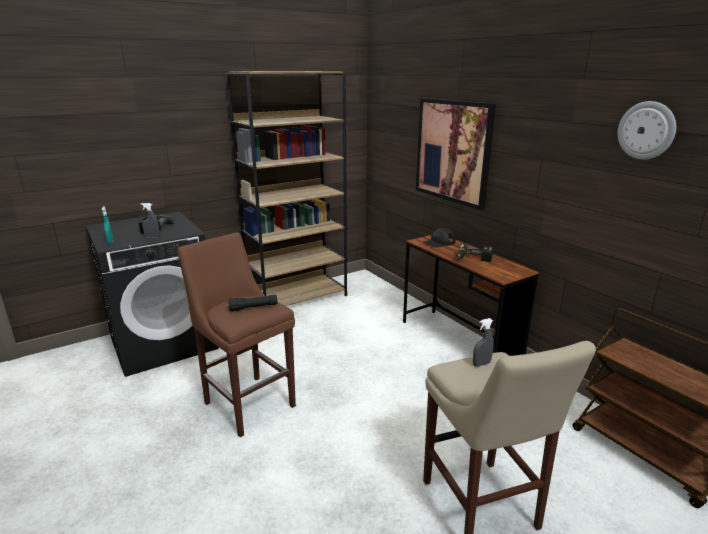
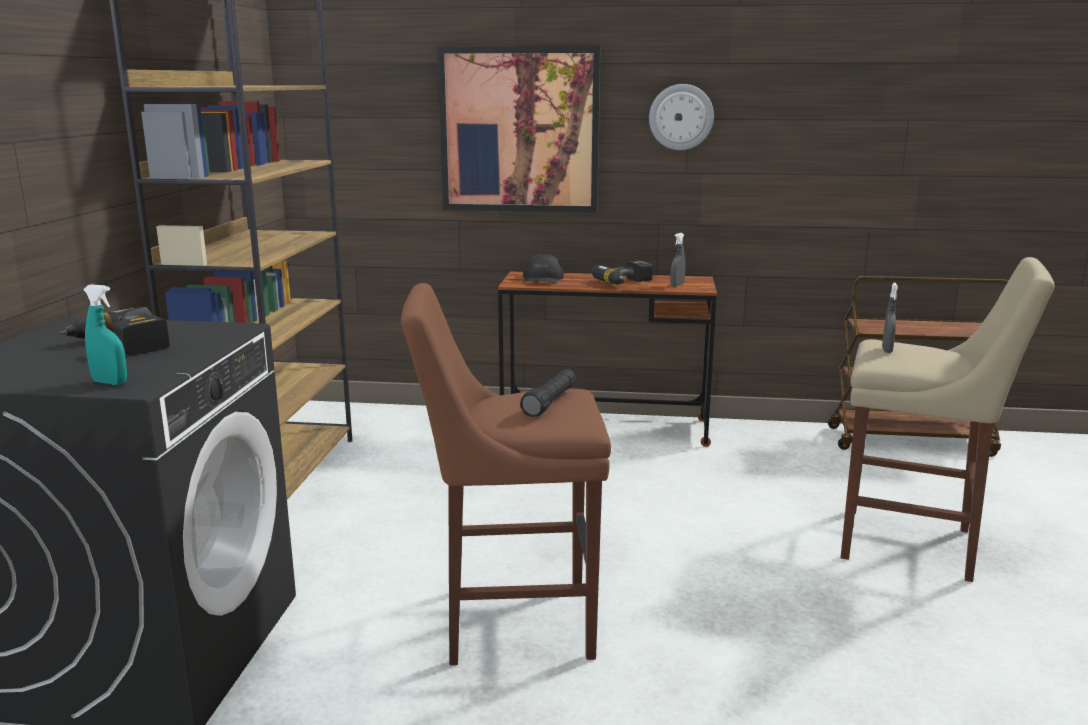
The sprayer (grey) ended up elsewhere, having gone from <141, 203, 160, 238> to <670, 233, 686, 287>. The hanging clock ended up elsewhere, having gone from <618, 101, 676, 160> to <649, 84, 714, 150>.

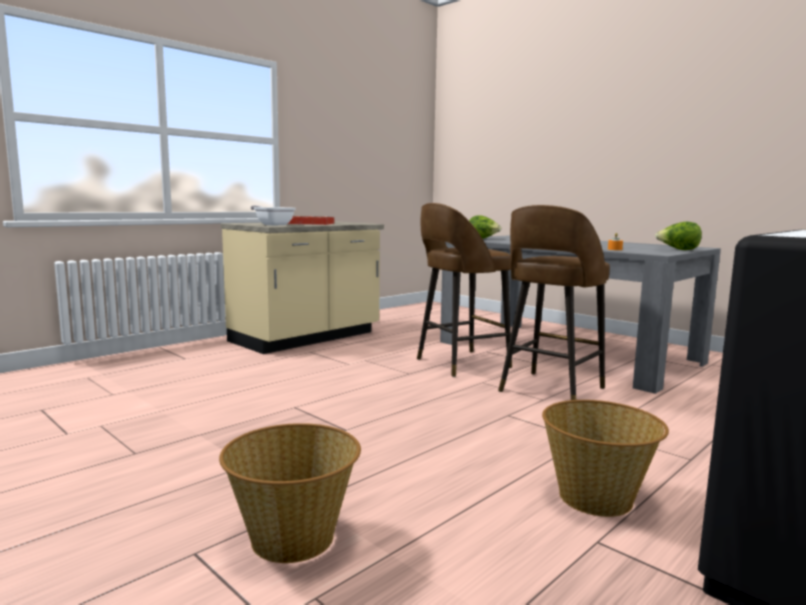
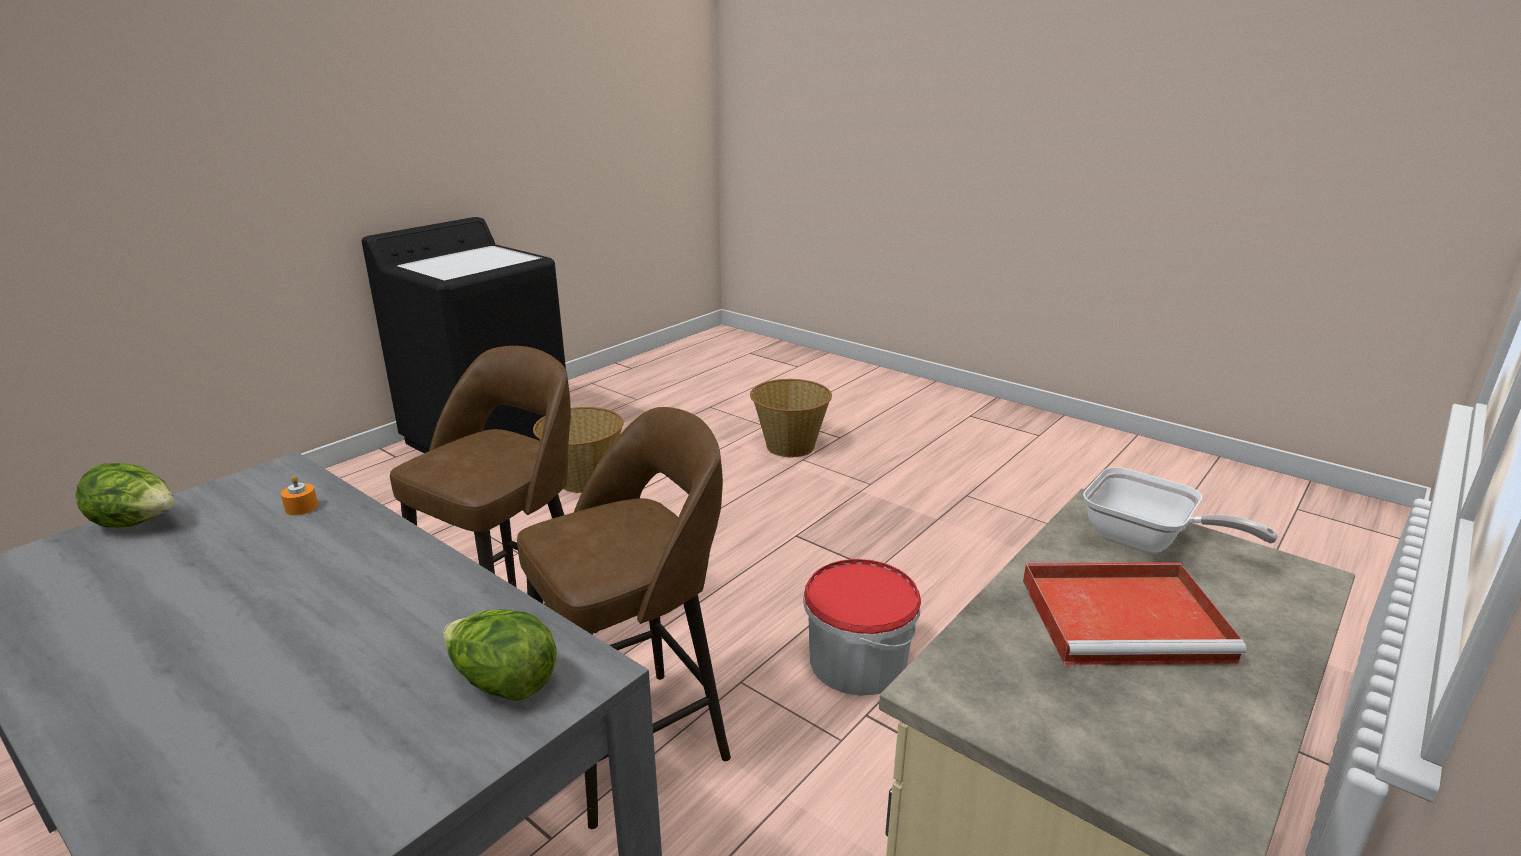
The second view gained the pail at <803, 559, 921, 696>.

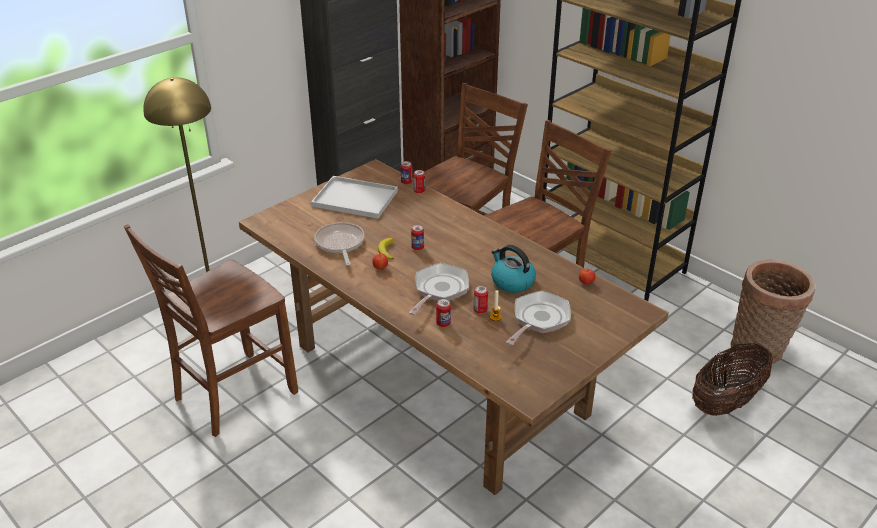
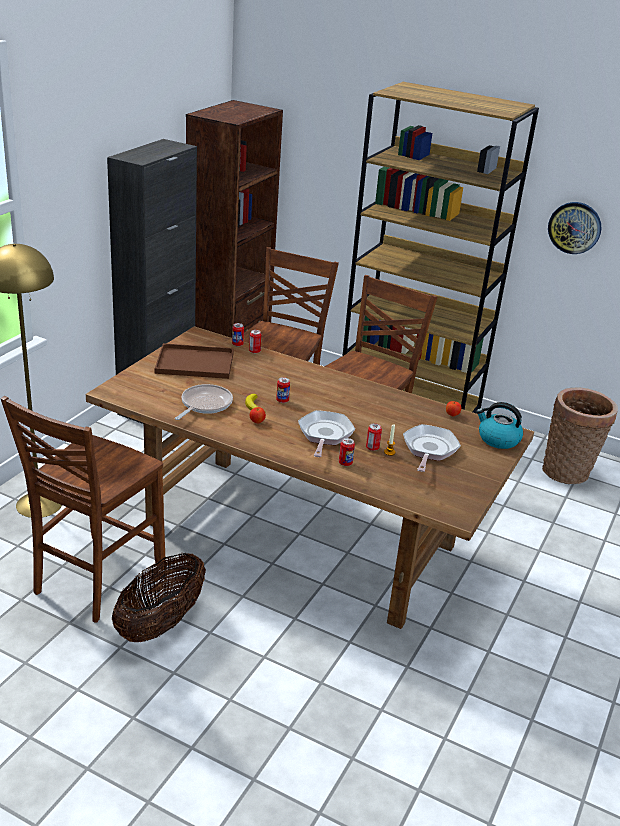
The second view gained the hanging clock at <548, 202, 602, 254>. The tea kettle ended up elsewhere, having gone from <491, 245, 536, 293> to <476, 402, 523, 449>. The household basket ended up elsewhere, having gone from <692, 343, 773, 416> to <112, 552, 206, 642>. What was the tray (whitish) at <311, 176, 398, 219> turned into the tray (brown) at <155, 343, 234, 379>. The frying pan at <314, 222, 365, 266> ended up facing another way, 60 degrees clockwise from before.

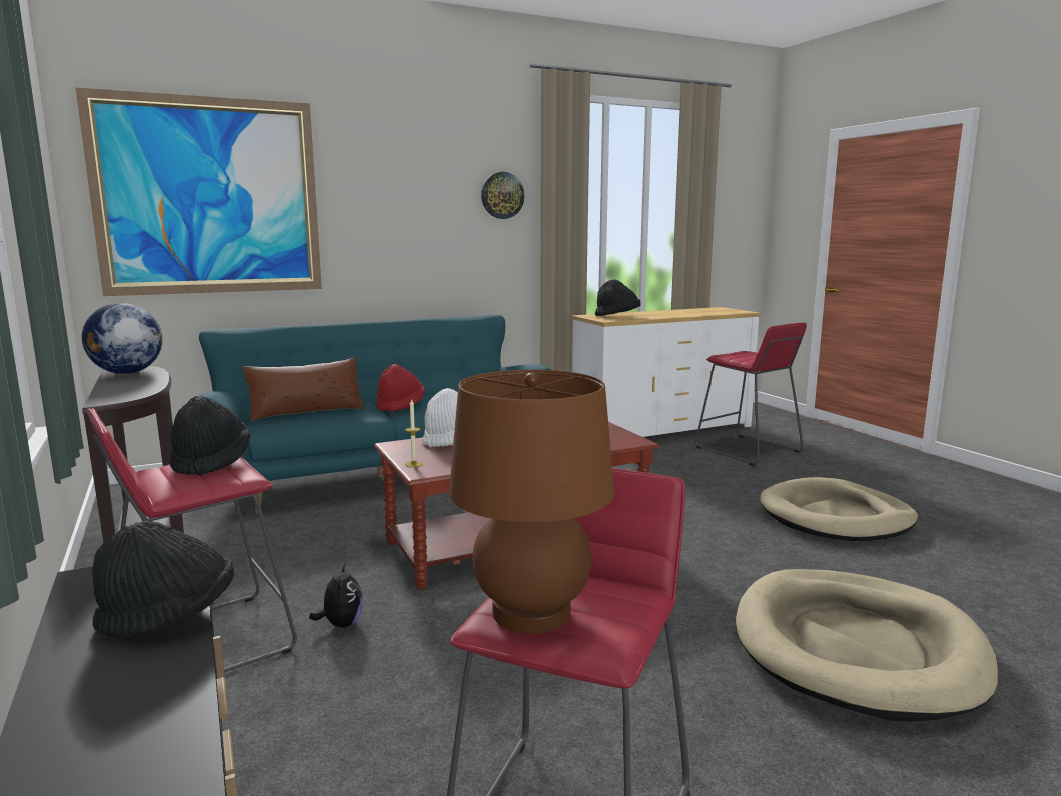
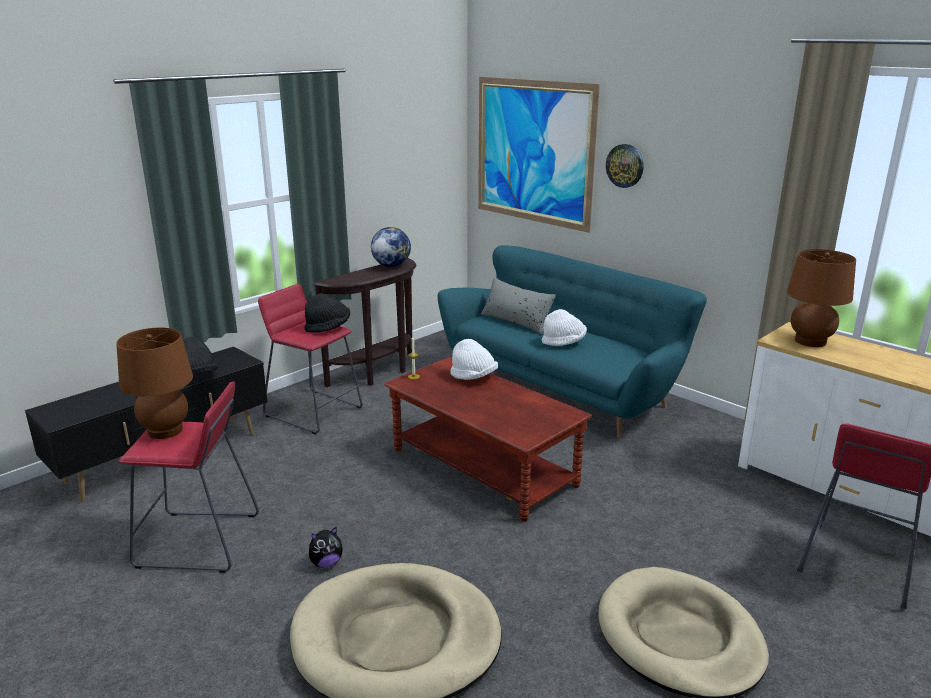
The soft toy ended up elsewhere, having gone from <309, 564, 363, 628> to <309, 526, 343, 568>. The hanging clock ended up elsewhere, having gone from <481, 172, 524, 219> to <606, 144, 643, 188>. Where the hat (black-coloured) stood at <595, 280, 641, 316>, the table lamp (brown) came to stand at <787, 249, 856, 347>. What was the pillow (brown) at <242, 358, 365, 421> turned into the pillow (grey) at <481, 277, 556, 335>. What was the hat (red-coloured) at <376, 364, 425, 412> turned into the hat (whitish) at <542, 309, 587, 346>.

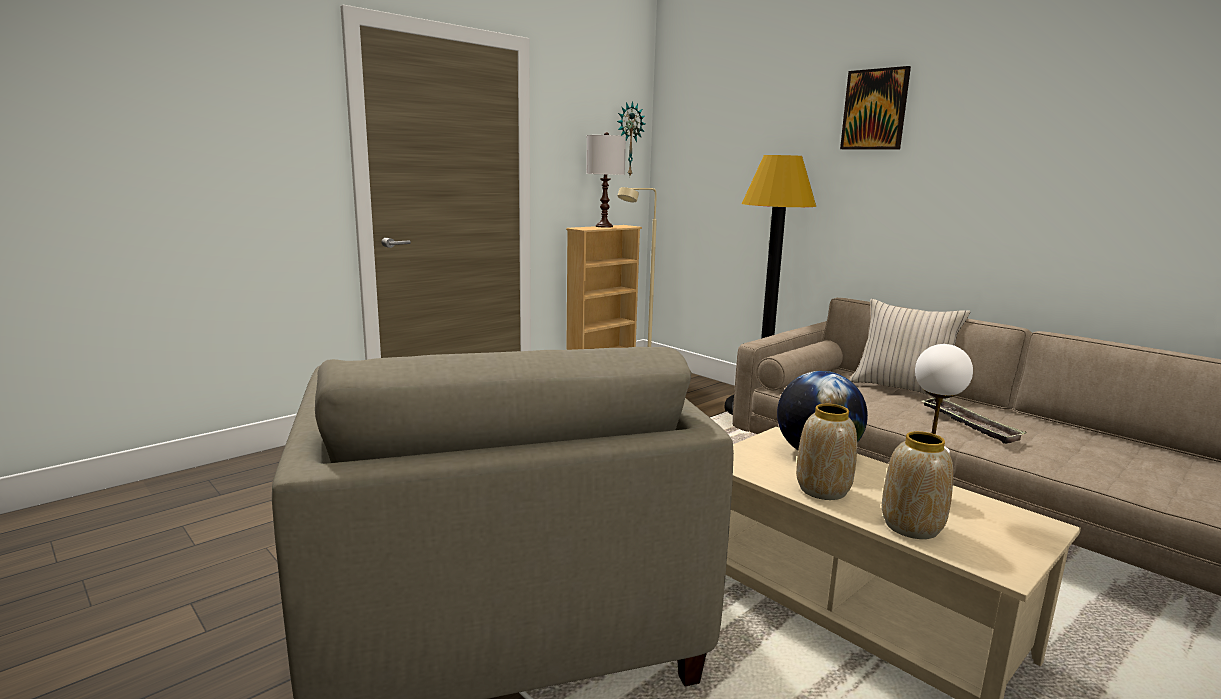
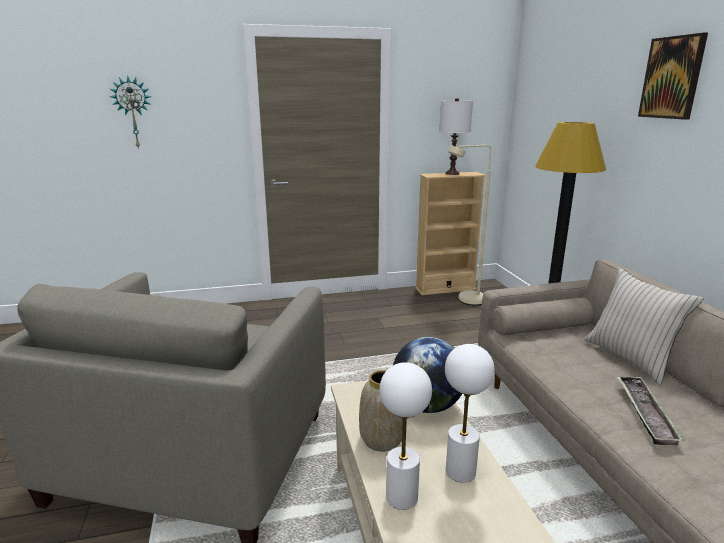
The hanging clock ended up elsewhere, having gone from <617, 101, 645, 175> to <110, 76, 151, 149>. Where the flower vase stood at <882, 431, 953, 539>, the table lamp (whitish) came to stand at <380, 362, 432, 510>.

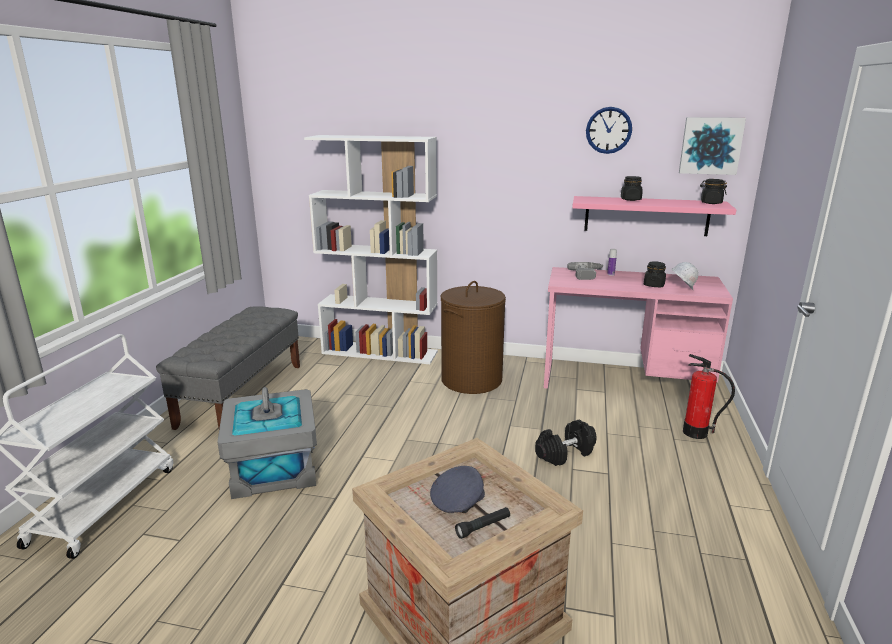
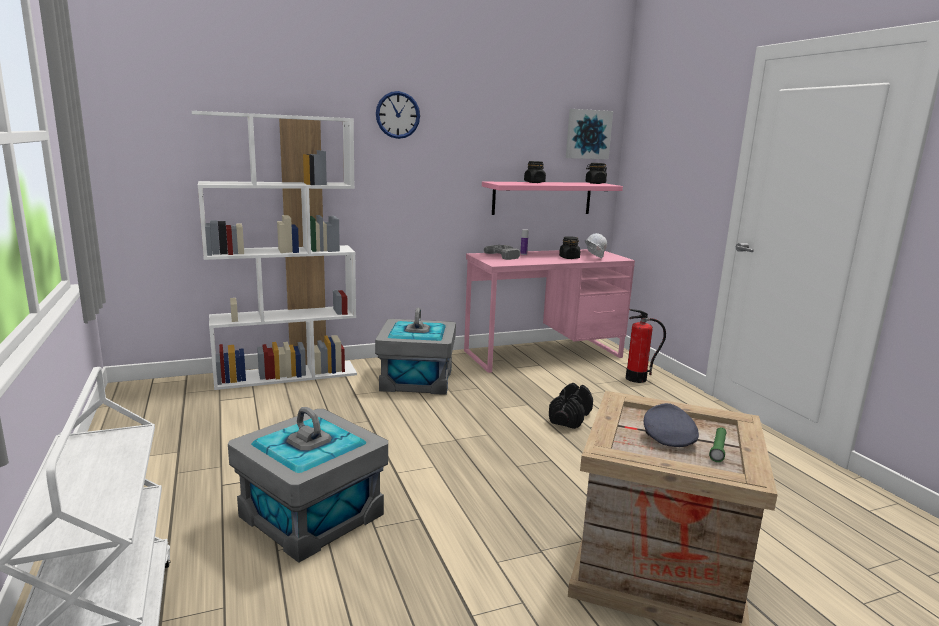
The second view lost the bench (grey) at <156, 306, 300, 430>. The hanging clock ended up elsewhere, having gone from <586, 107, 632, 154> to <376, 91, 420, 139>. Where the laundry basket (brown) stood at <441, 281, 506, 394>, the storage bin (grey) came to stand at <375, 308, 456, 395>. What was the flashlight (black-coloured) at <455, 507, 510, 539> turned into the flashlight (green) at <709, 427, 726, 462>.

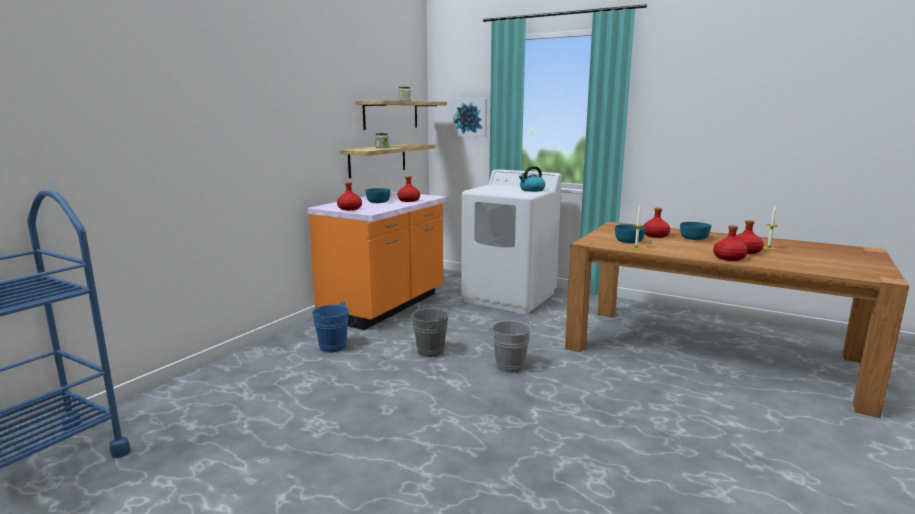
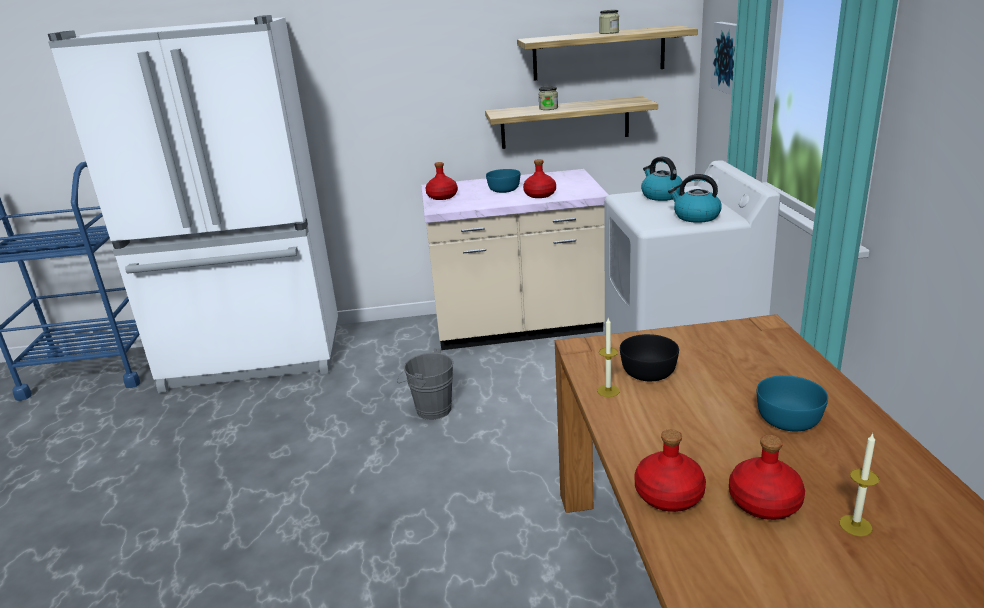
The second view lost the pail (blue-coloured) at <312, 301, 356, 353>. The second view lost the pail (grey) at <489, 320, 532, 373>. The second view lost the bottle (red-coloured) at <643, 208, 670, 238>. The second view gained the kitchen fridge (whitish) at <48, 15, 338, 393>. The second view gained the tea kettle at <641, 156, 683, 201>. What was the kitchen counter (orangey) at <307, 192, 447, 330> turned into the kitchen counter (beige) at <421, 169, 609, 350>. What was the serving bowl (turquoise-coloured) at <615, 224, 646, 243> turned into the serving bowl (black-coloured) at <620, 334, 679, 381>.

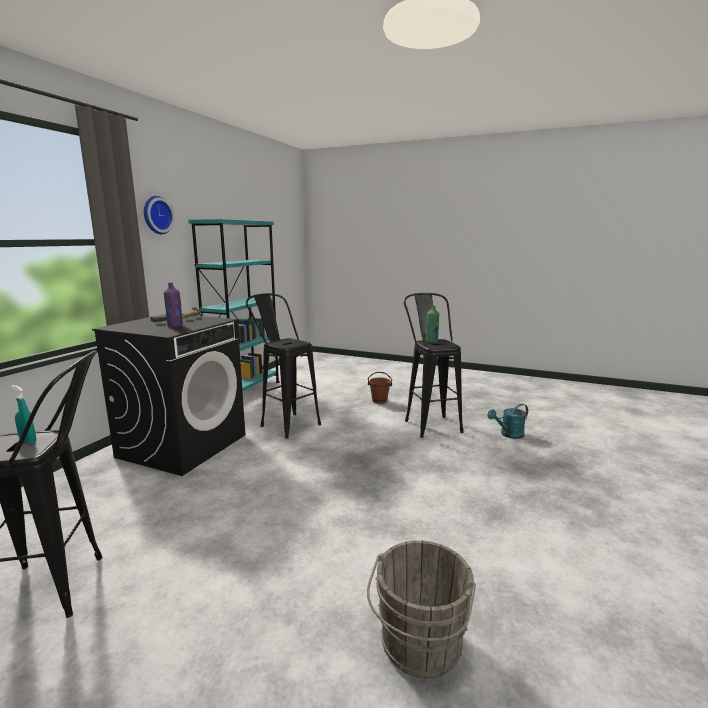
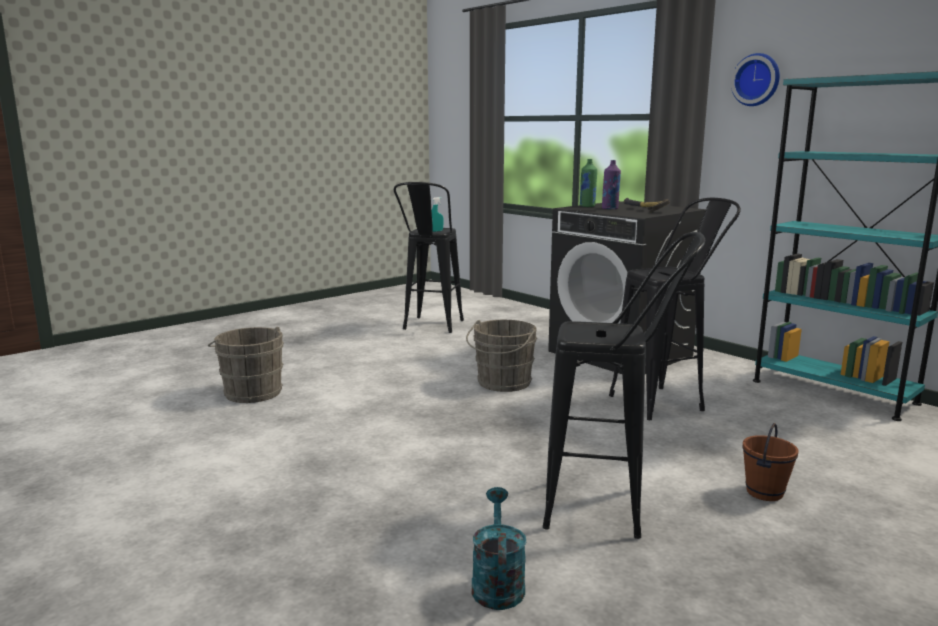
The second view gained the pail (grey) at <466, 320, 537, 392>. The bottle (green) ended up elsewhere, having gone from <425, 305, 439, 343> to <579, 159, 597, 207>.

